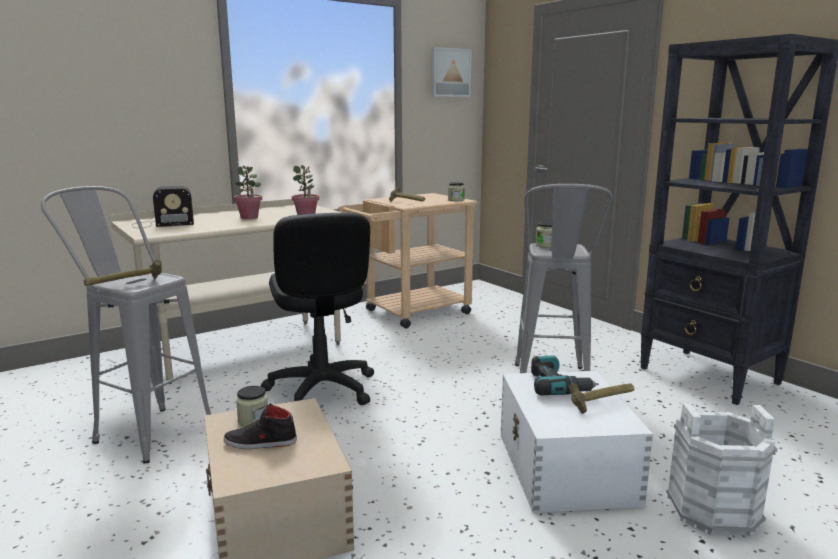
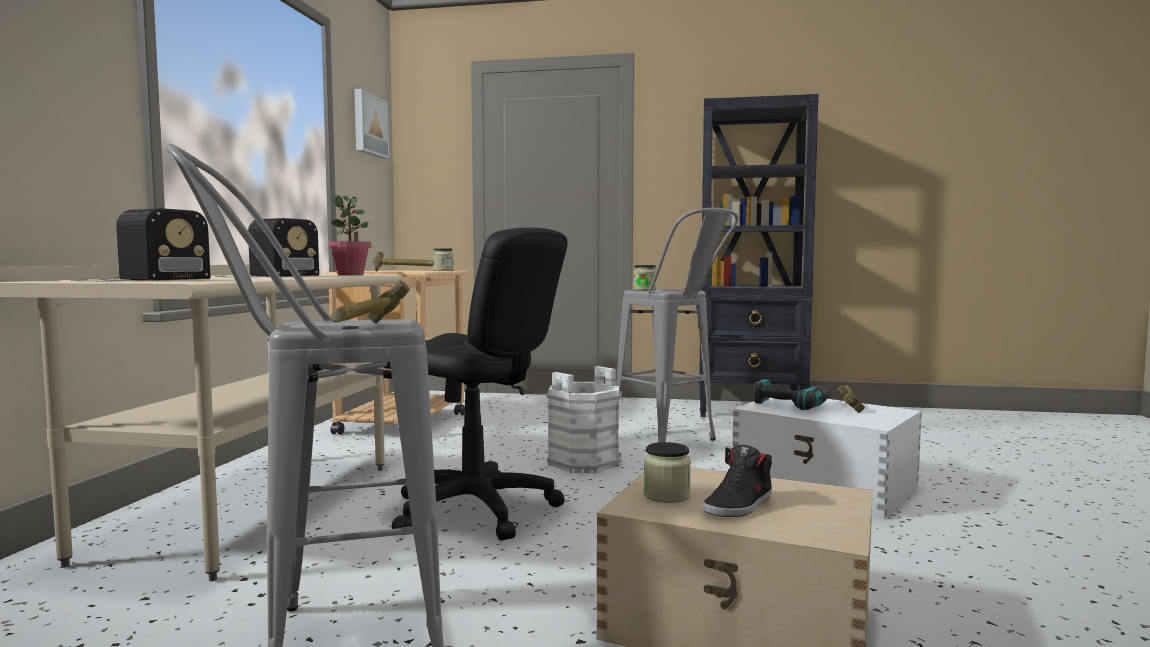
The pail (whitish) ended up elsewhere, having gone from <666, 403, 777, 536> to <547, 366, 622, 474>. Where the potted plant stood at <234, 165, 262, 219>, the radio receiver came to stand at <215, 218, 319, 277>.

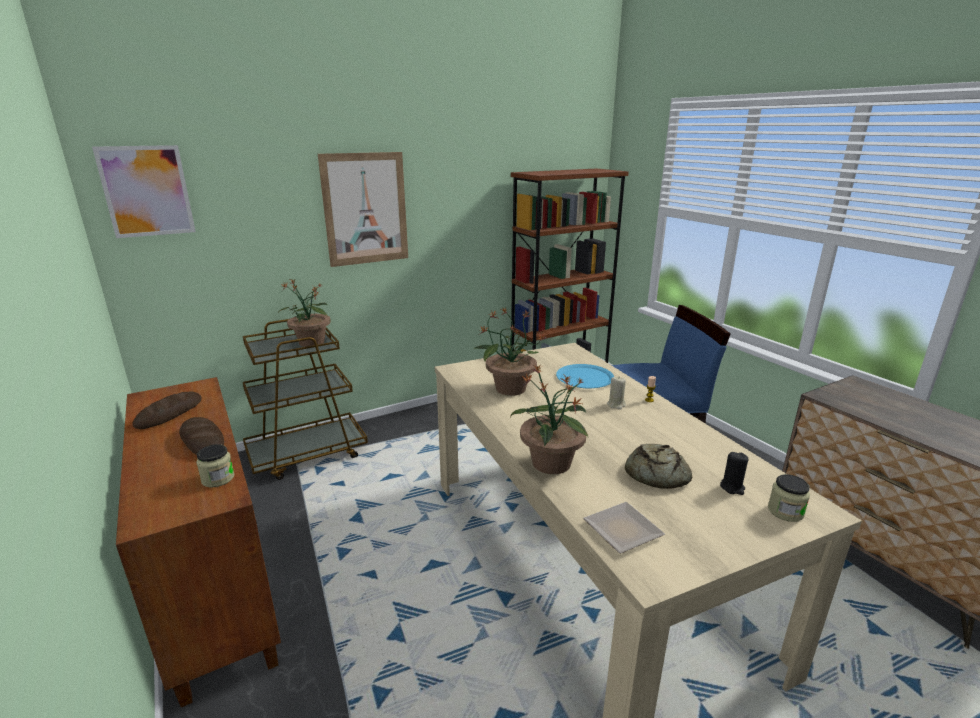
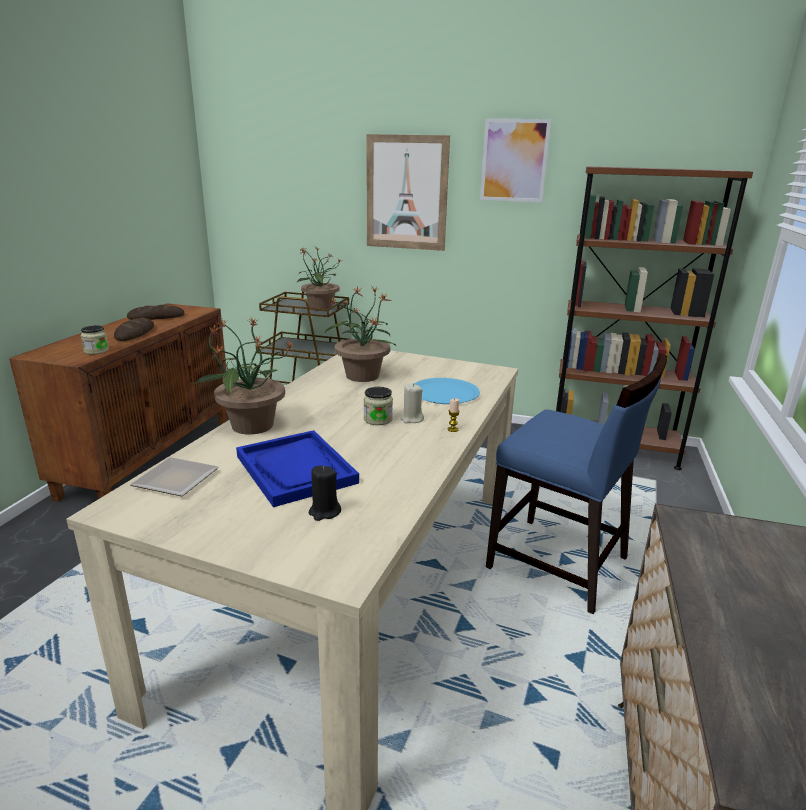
The wall picture ended up elsewhere, having gone from <92, 145, 196, 238> to <480, 119, 551, 202>. The preserve jar ended up elsewhere, having gone from <768, 474, 810, 522> to <363, 387, 393, 425>. Where the bread stood at <625, 444, 692, 489>, the tray (blue-coloured) came to stand at <236, 430, 359, 507>.

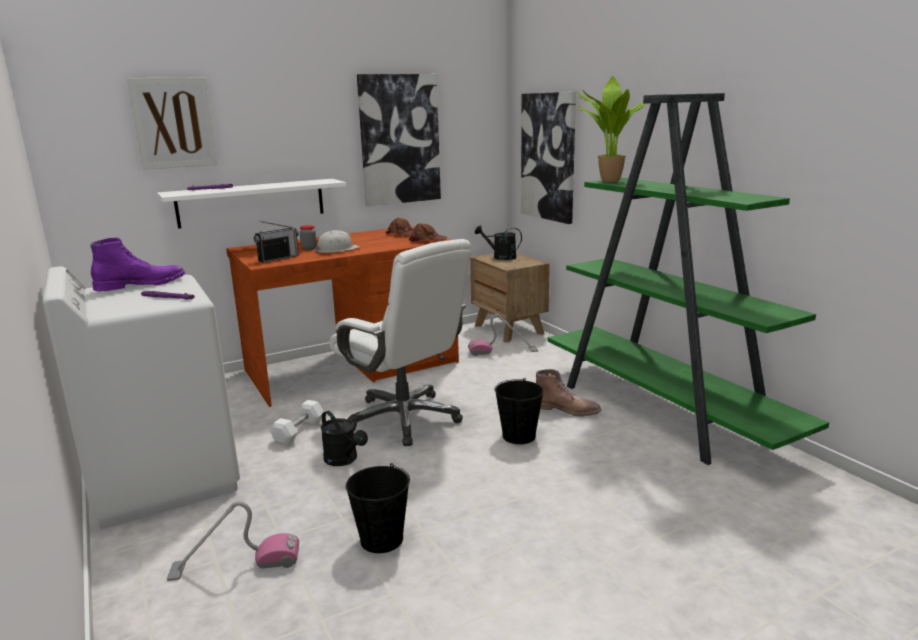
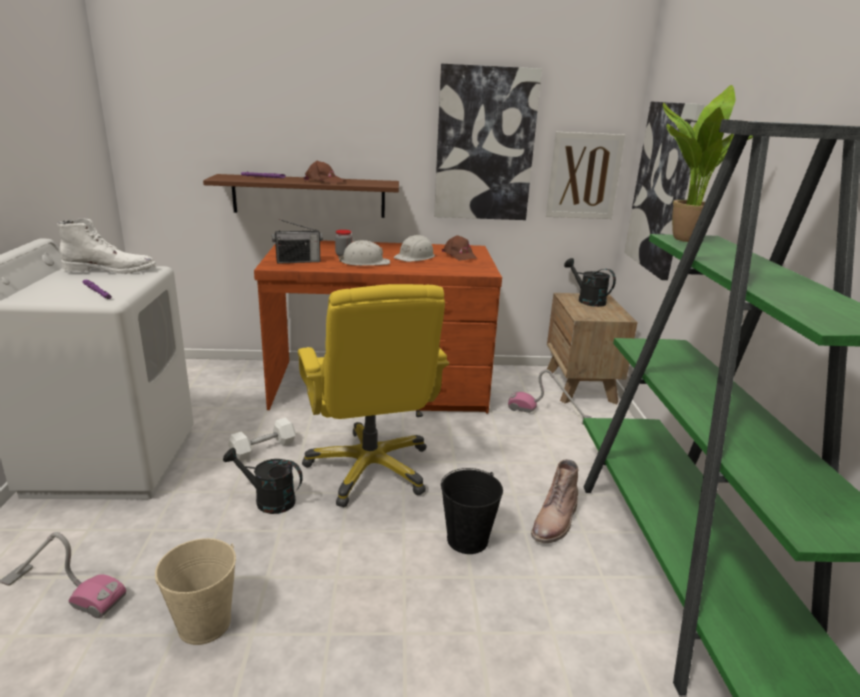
The second view gained the hard hat (whitish) at <393, 235, 435, 262>. The wall picture ended up elsewhere, having gone from <127, 78, 217, 170> to <546, 132, 625, 219>. The peaked cap (brown) ended up elsewhere, having gone from <409, 223, 447, 242> to <303, 161, 346, 184>. What was the high-top boot (purple) at <90, 237, 185, 292> turned into the high-top boot (whitish) at <57, 218, 156, 274>. What was the wall shelf (whitish) at <157, 179, 346, 229> turned into the wall shelf (brown) at <203, 174, 399, 218>. What was the desk chair (whitish) at <330, 239, 471, 446> turned into the desk chair (yellow-coloured) at <298, 284, 449, 507>. What was the pail (black-coloured) at <346, 463, 410, 553> turned into the pail (beige) at <155, 538, 236, 645>. The watering pot (black-coloured) at <321, 411, 368, 466> ended up facing another way, 120 degrees clockwise from before. The high-top boot (brown) at <536, 369, 601, 417> ended up facing another way, 75 degrees clockwise from before.

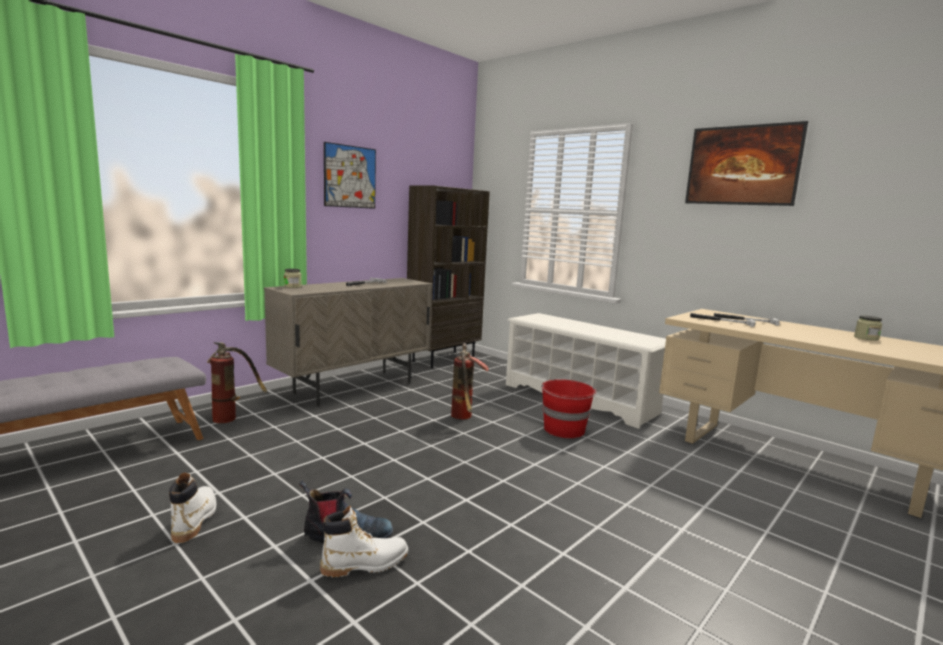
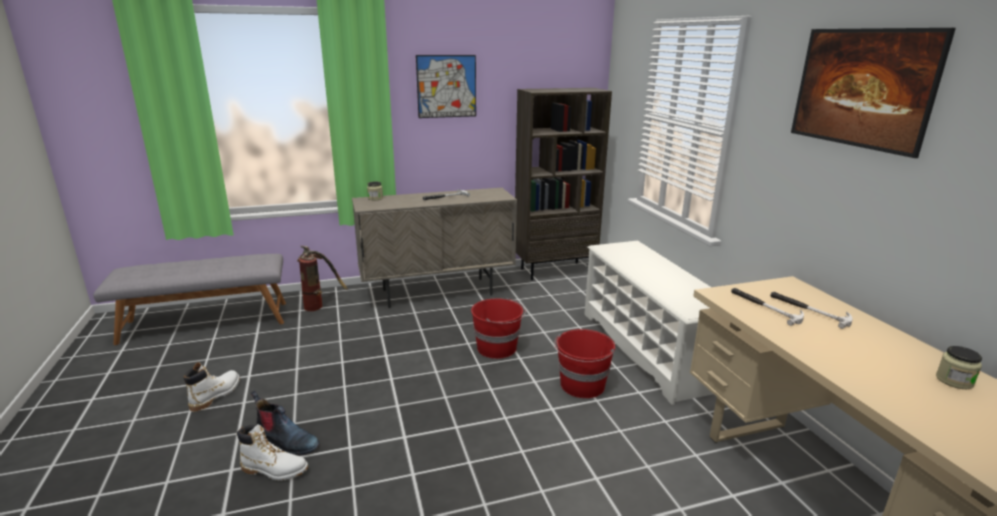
Where the extinguisher stood at <451, 343, 489, 419>, the pail (red-coloured) came to stand at <471, 298, 526, 359>.

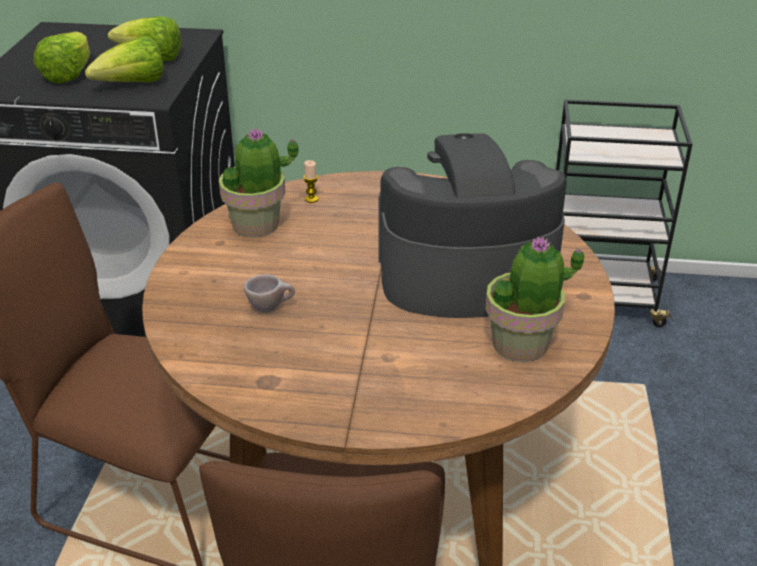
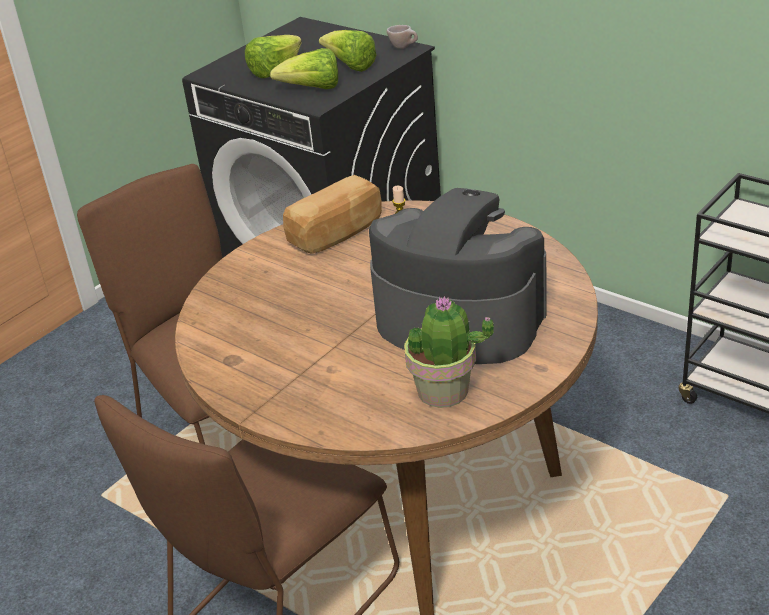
The cup (beige) ended up elsewhere, having gone from <244, 275, 295, 313> to <387, 25, 418, 49>. Where the potted plant stood at <219, 128, 298, 238>, the bread came to stand at <283, 175, 382, 253>.

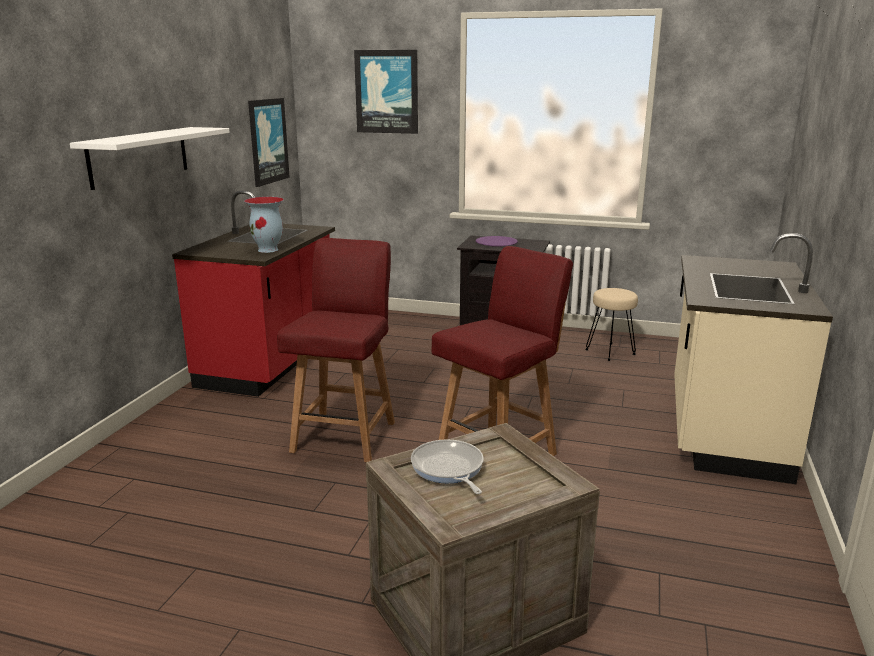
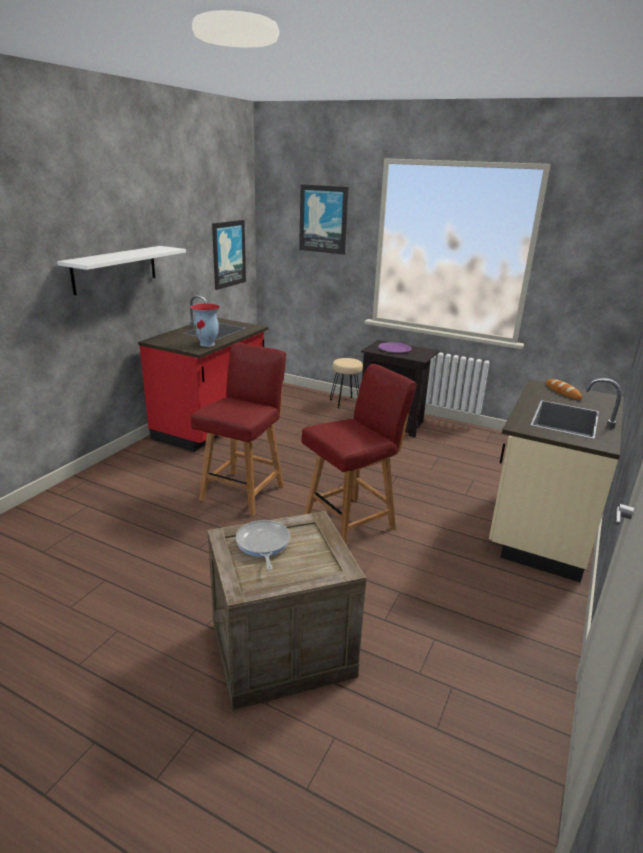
The second view gained the bread at <546, 379, 582, 400>. The stool (beige) ended up elsewhere, having gone from <585, 288, 638, 361> to <330, 358, 363, 408>.

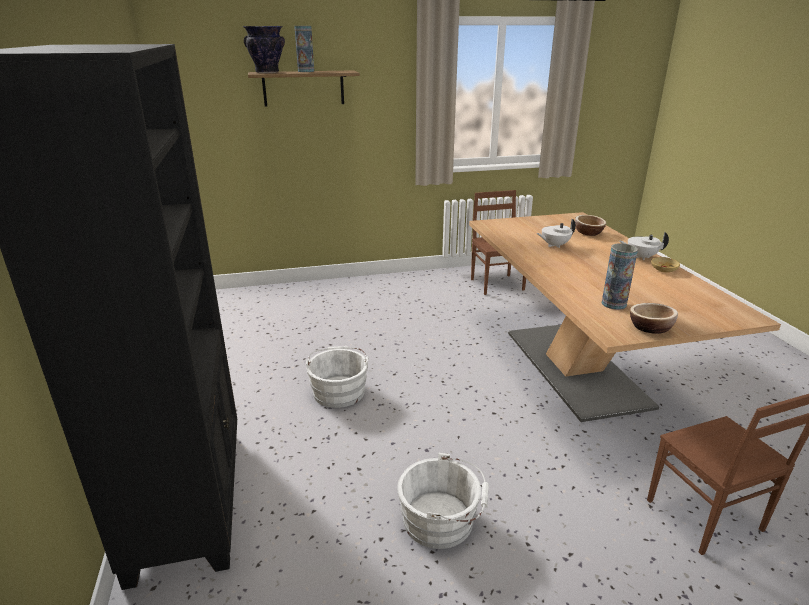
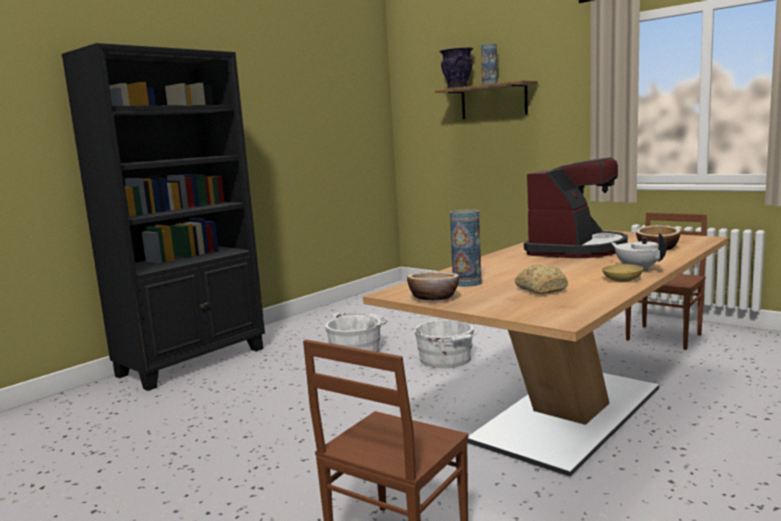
The second view gained the bread at <515, 265, 568, 294>. The pail (whitish) ended up elsewhere, having gone from <397, 453, 489, 549> to <414, 320, 479, 368>. Where the pot for tea (whitish) stood at <537, 219, 576, 248>, the coffee brewer came to stand at <524, 157, 628, 258>.

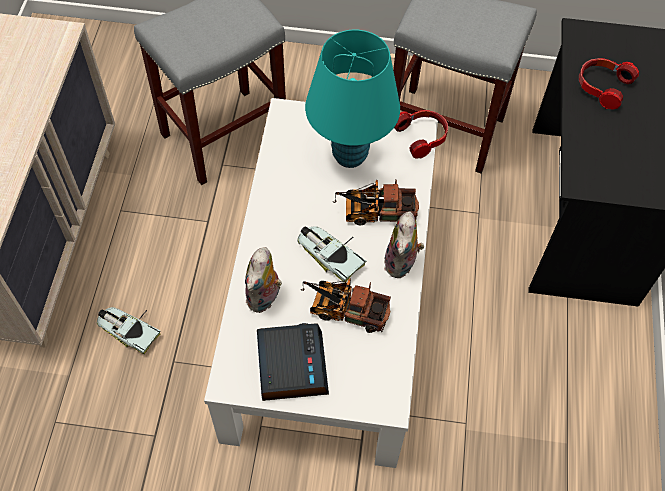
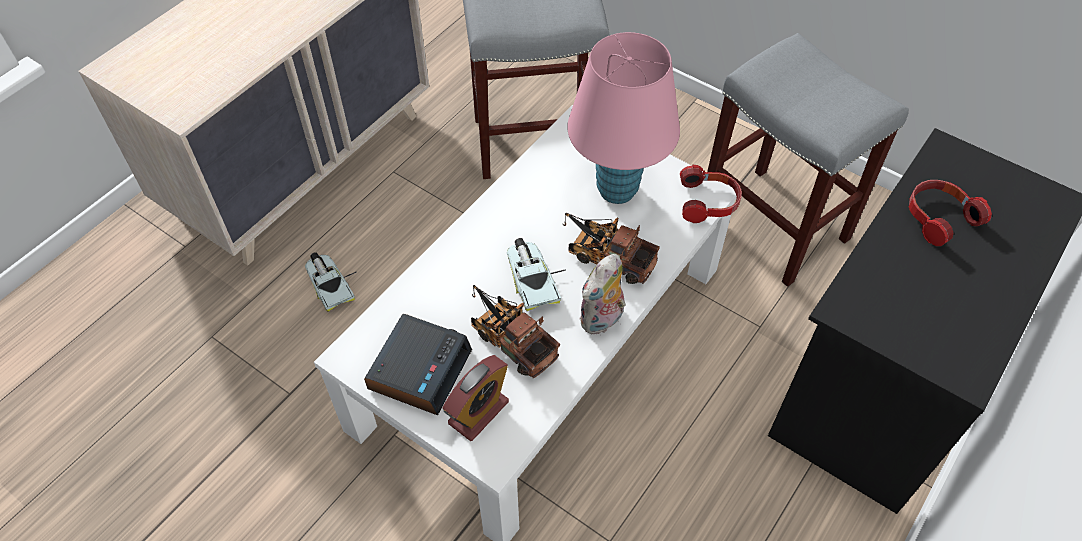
The second view lost the soft toy at <245, 247, 282, 313>. The second view gained the table clock at <442, 355, 509, 441>. What was the table lamp (turquoise-coloured) at <305, 30, 400, 168> turned into the table lamp (pink-coloured) at <567, 32, 680, 204>.

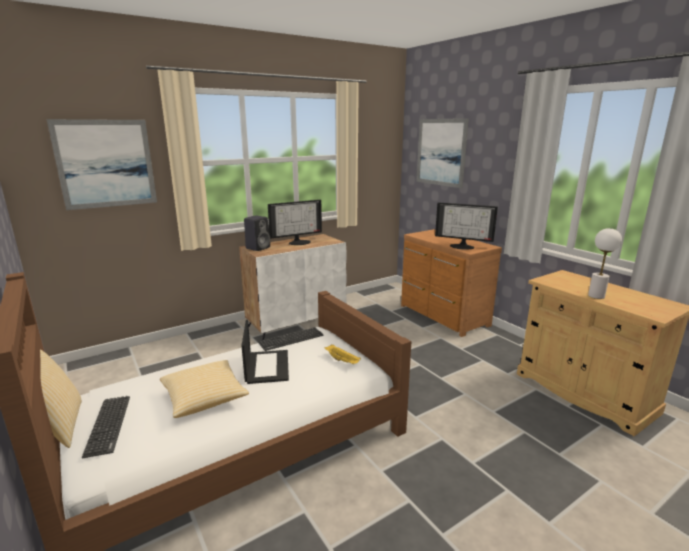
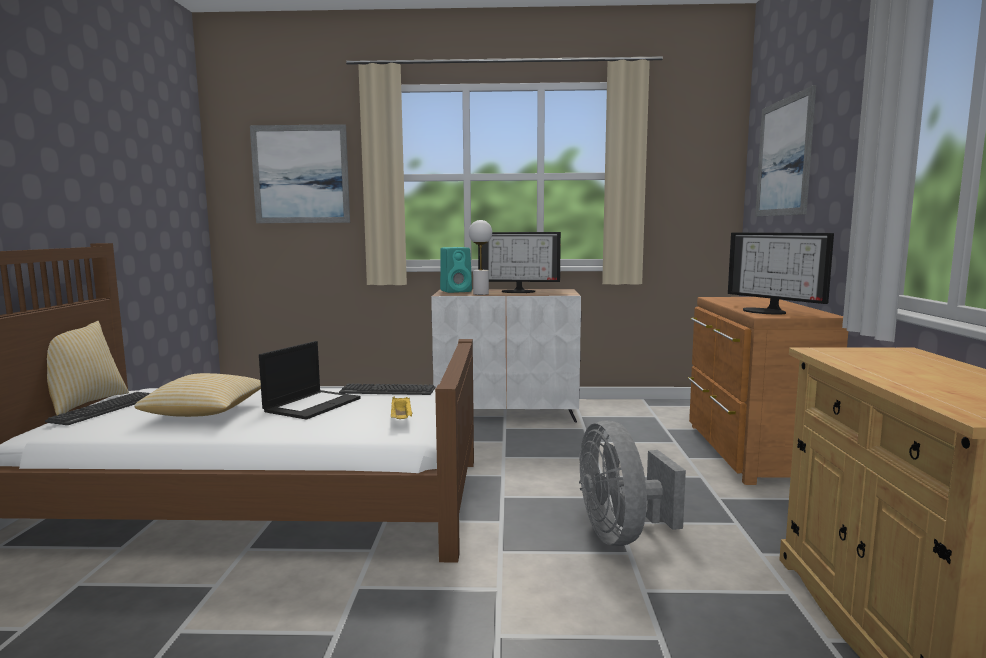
The second view gained the electric fan (grey) at <579, 420, 686, 546>. The table lamp (whitish) ended up elsewhere, having gone from <588, 228, 622, 299> to <469, 220, 492, 295>. What was the speaker (black-coloured) at <244, 215, 270, 251> turned into the speaker (turquoise-coloured) at <440, 247, 472, 293>.

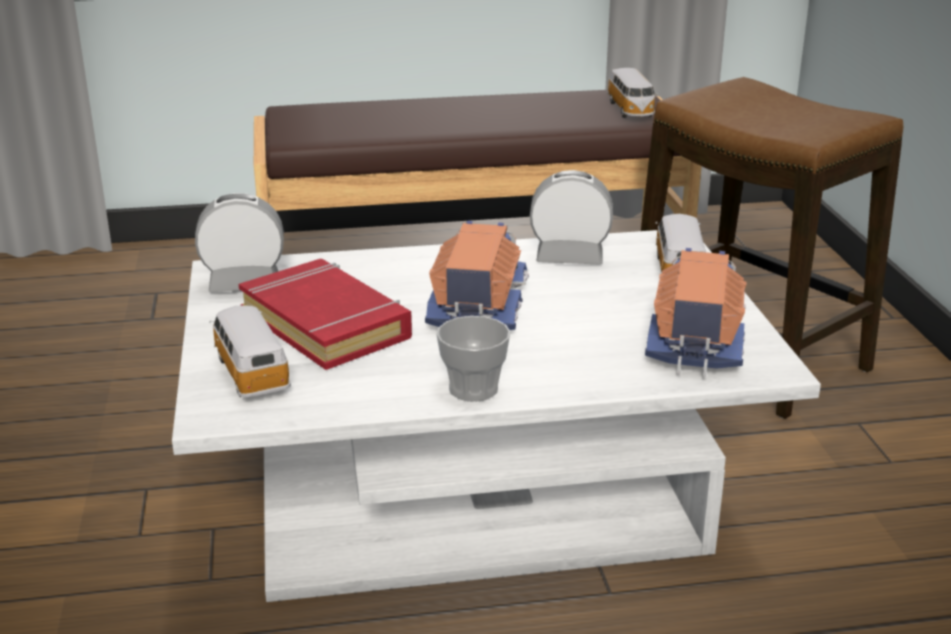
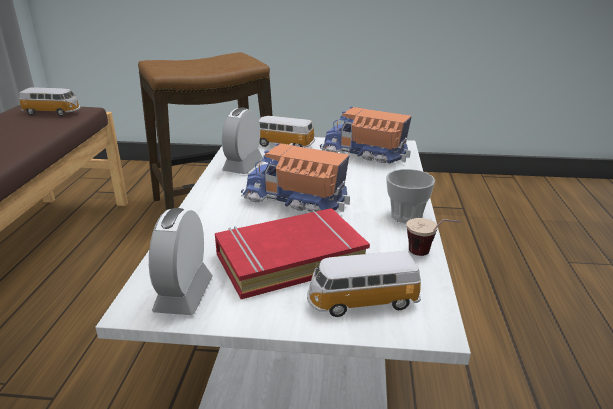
The second view gained the cup at <406, 218, 462, 256>.

